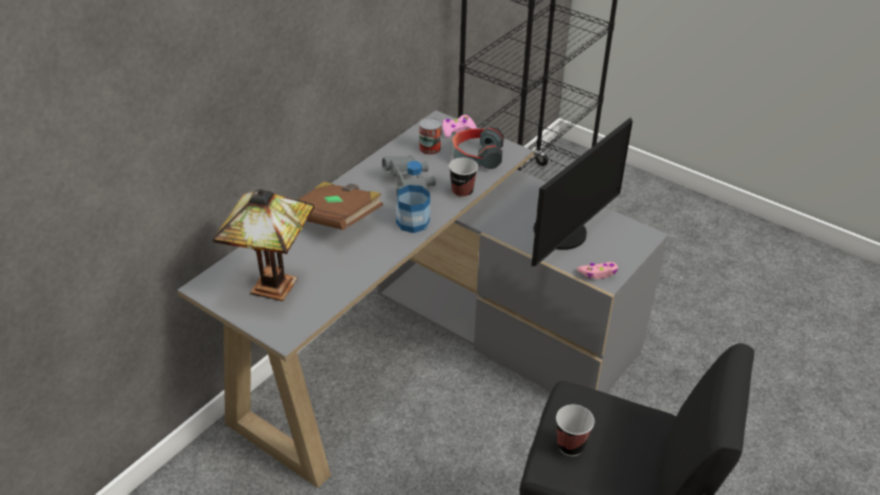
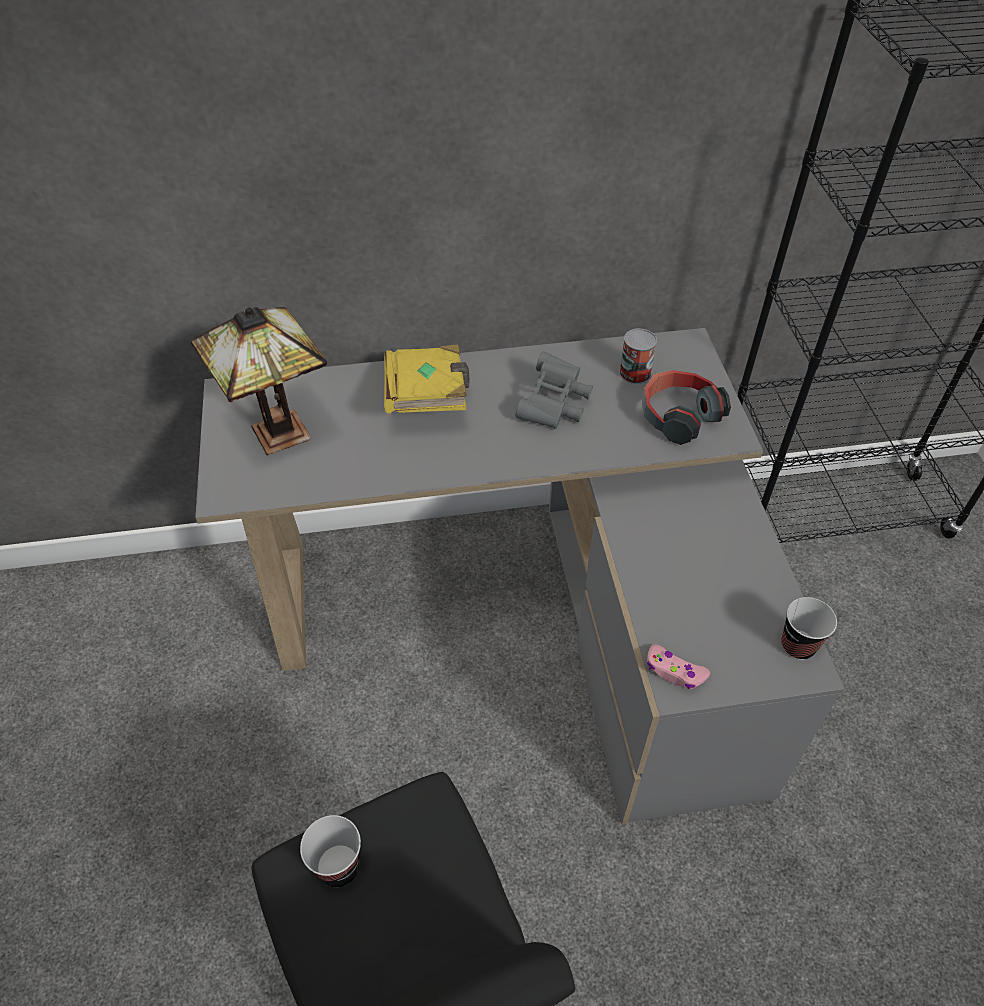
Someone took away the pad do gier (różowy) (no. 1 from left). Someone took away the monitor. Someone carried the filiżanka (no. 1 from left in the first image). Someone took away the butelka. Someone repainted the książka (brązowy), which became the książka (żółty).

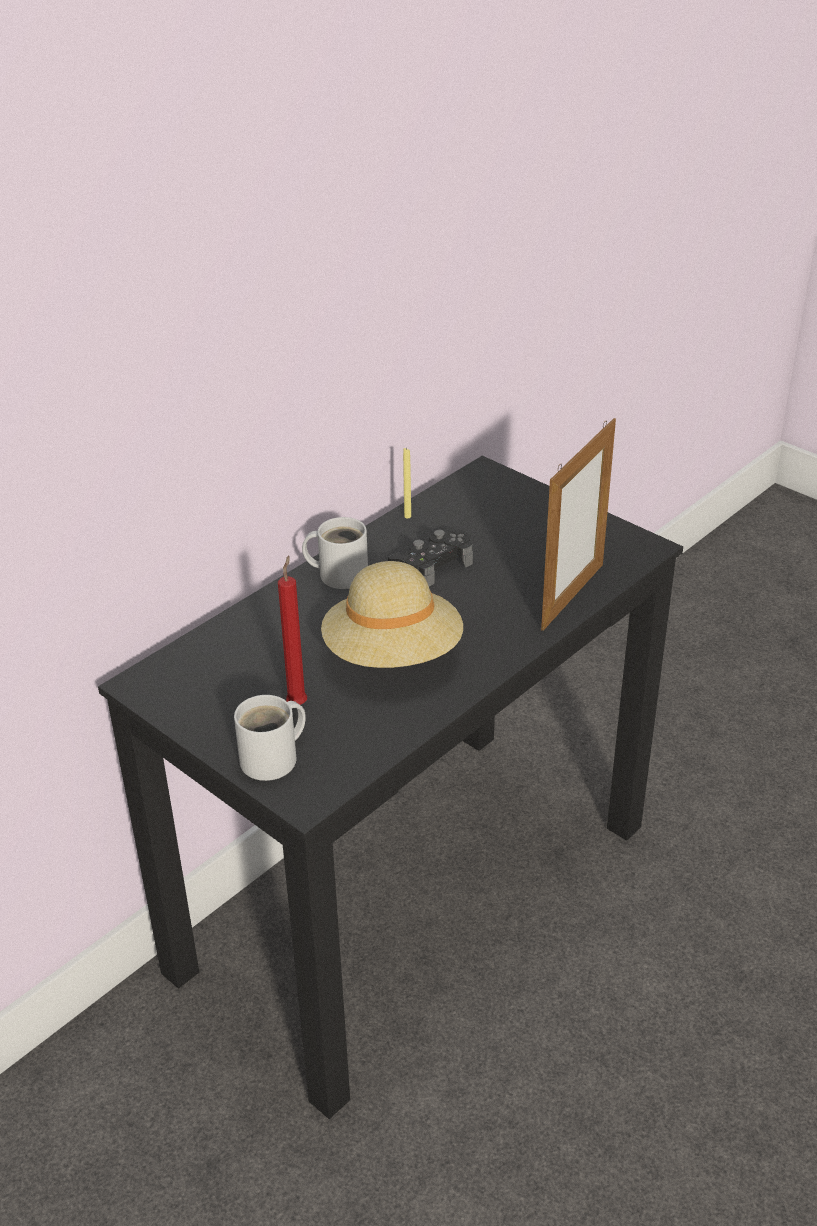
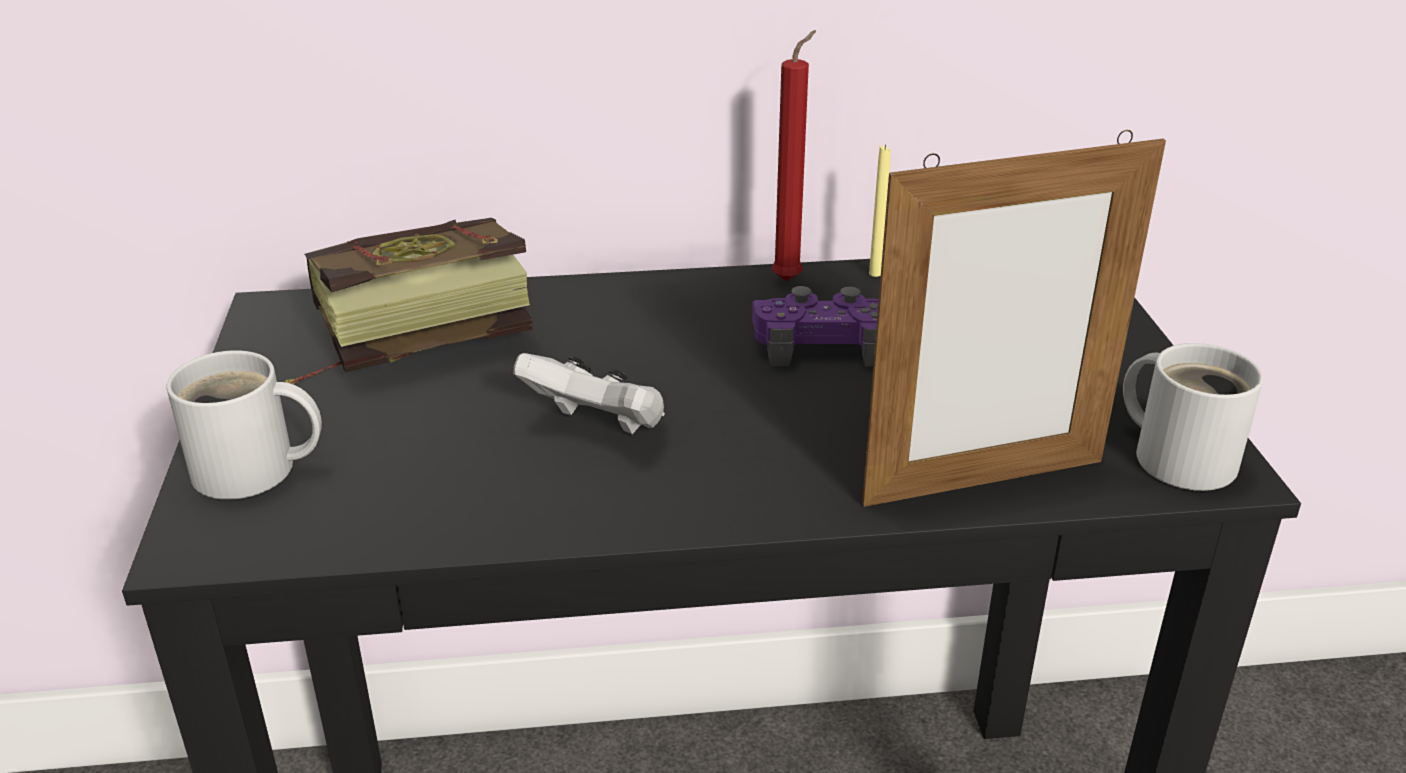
Someone carried the kubek (biały) (no. 2 from left). Someone repainted the pad do gier (czarny), which became the pad do gier (fioletowy). Someone carried the świeca (czerwony). Someone swapped the kapelusz (beżowy) for the pad do gier (biały). Someone put down the książka.

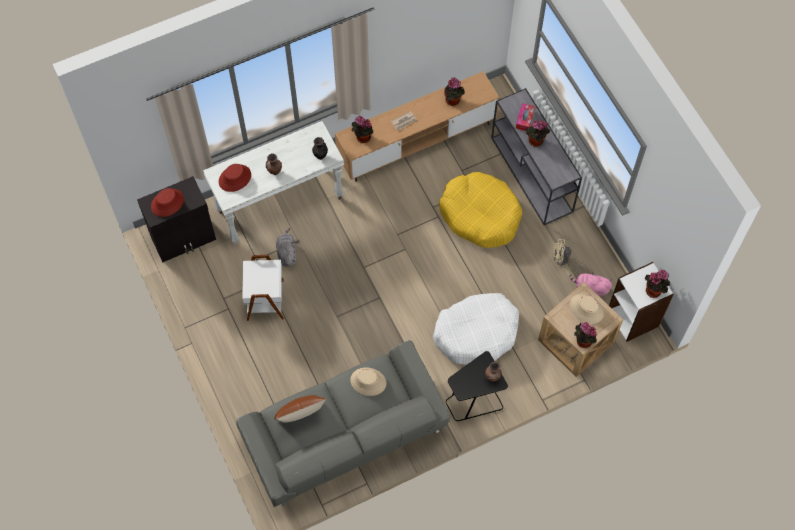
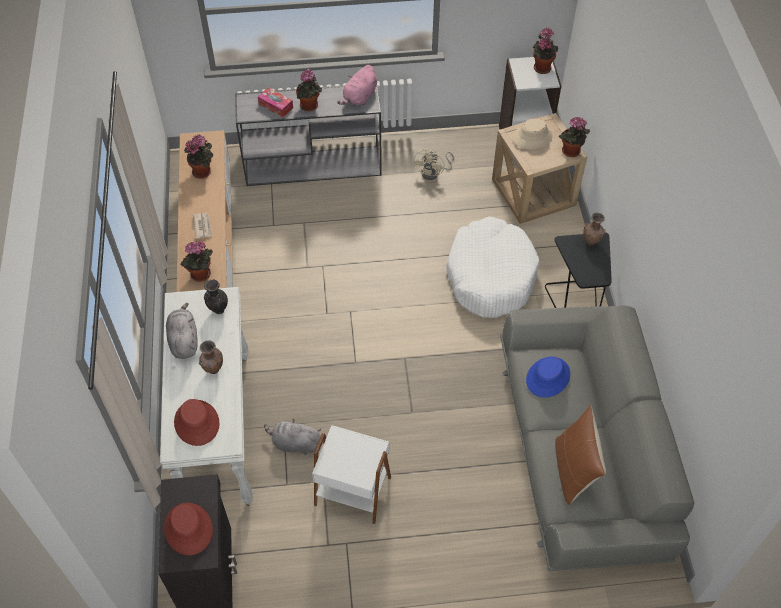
Someone took away the legowisko (żółty). Someone carried the pluszak (różowy). Someone repainted the kapelusz (beżowy) (no. 1 from left), which became the kapelusz (niebieski). Someone put down the pluszak (szary) (no. 1 from left).

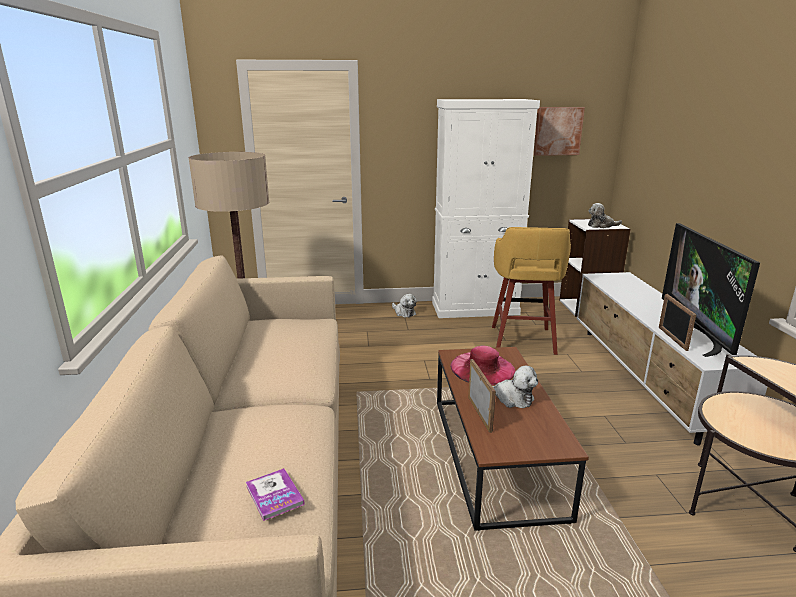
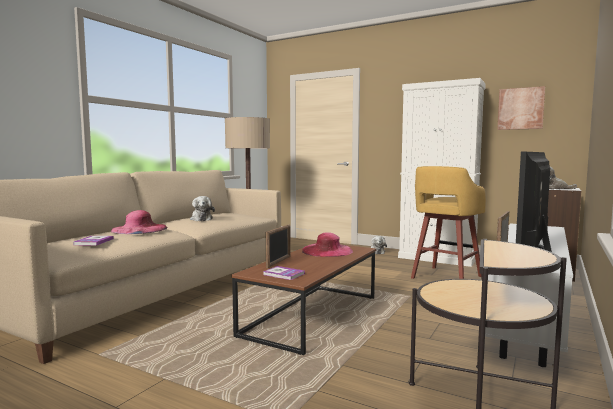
Someone carried the pluszak (no. 2 from left in the first image). Someone put down the kapelusz (różowy) (no. 1 from left). Someone put down the książka (no. 2 from left).

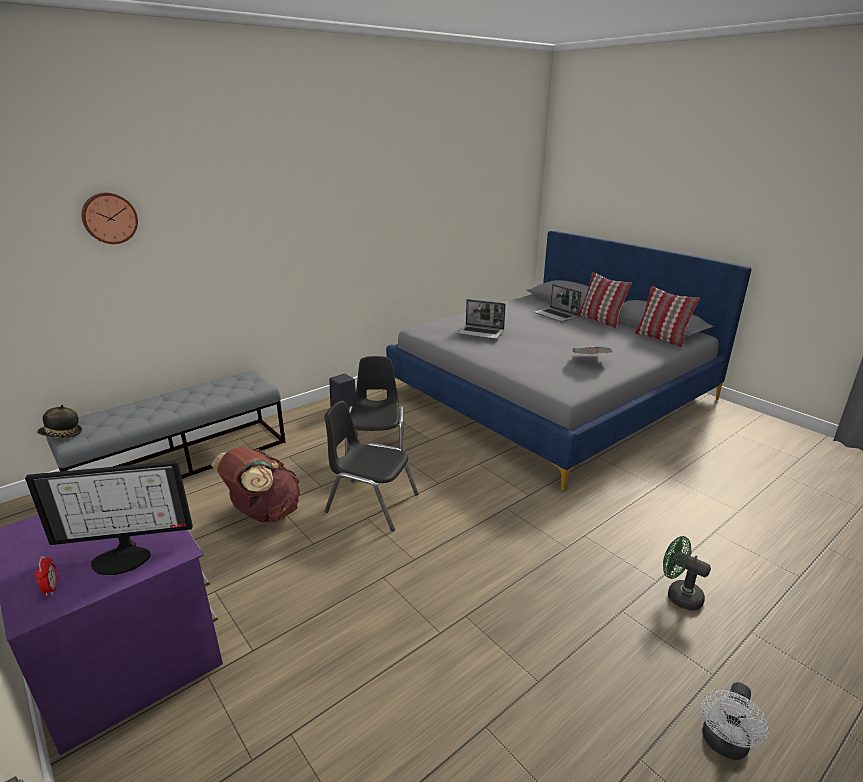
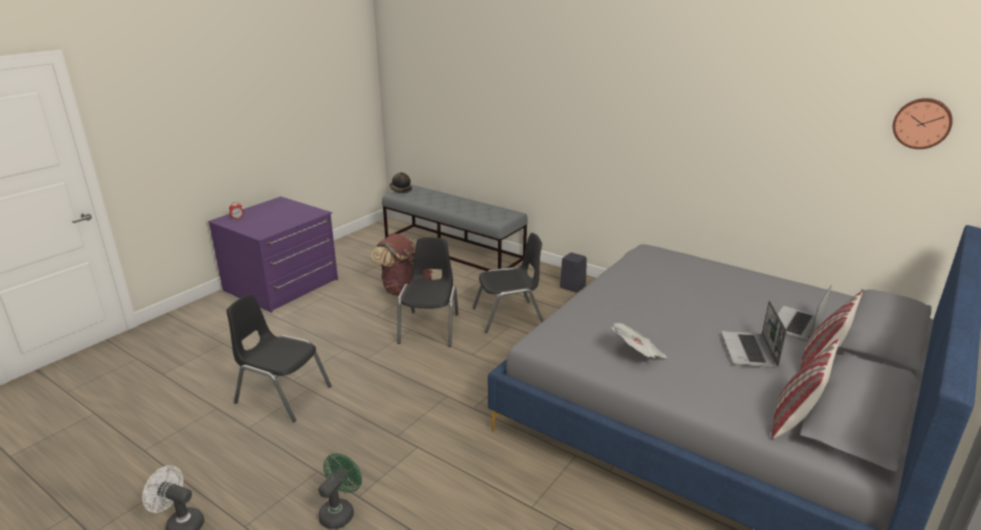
Someone carried the zegar ścienny. Someone carried the laptop (no. 1 from left). Someone took away the monitor. Someone put down the krzesło (czarny) (no. 1 from left).

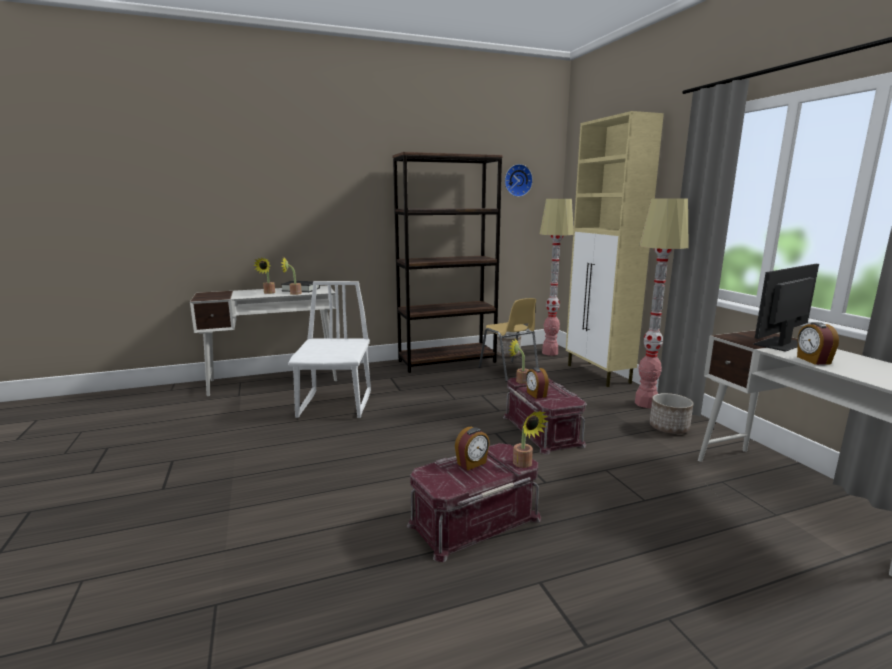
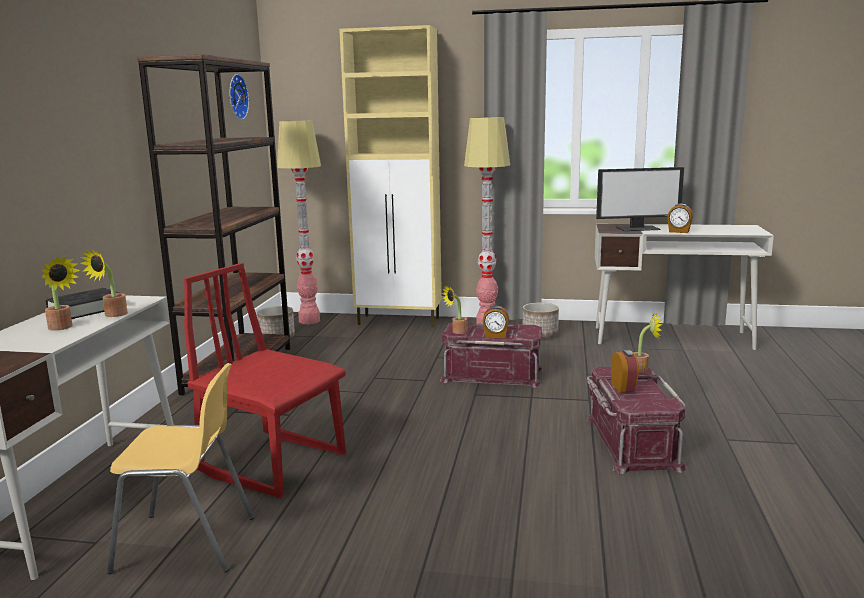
Someone rotated the monitor by 90 degrees counterclockwise. Someone repainted the krzesło (biały), which became the krzesło (czerwony). Someone carried the krzesło (żółty).

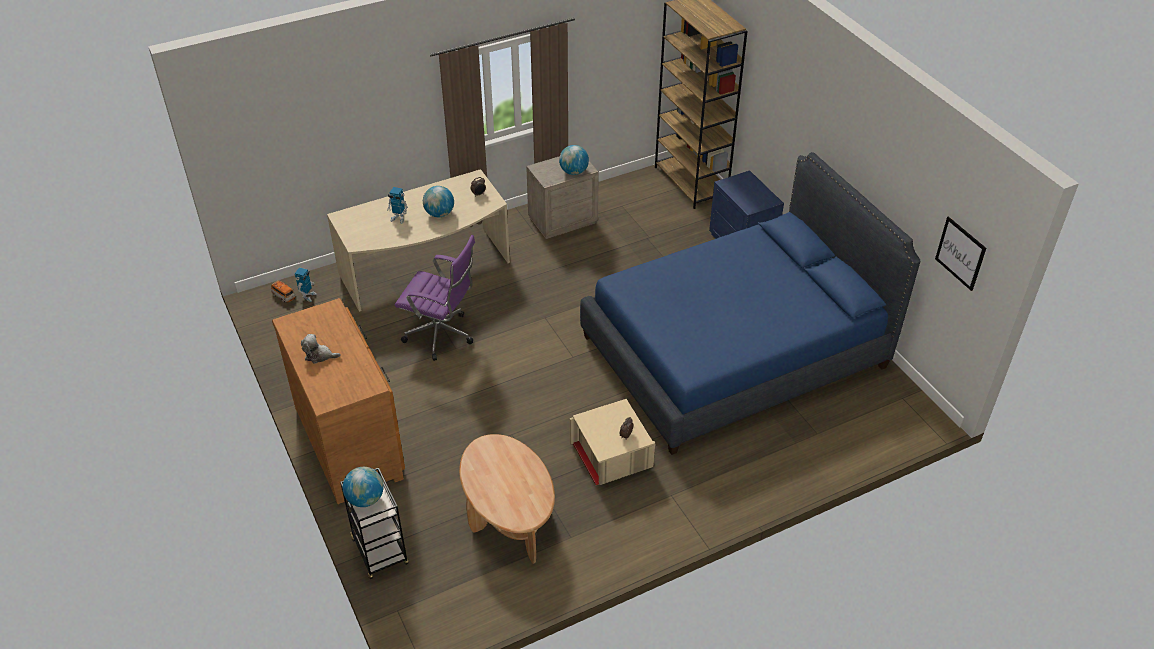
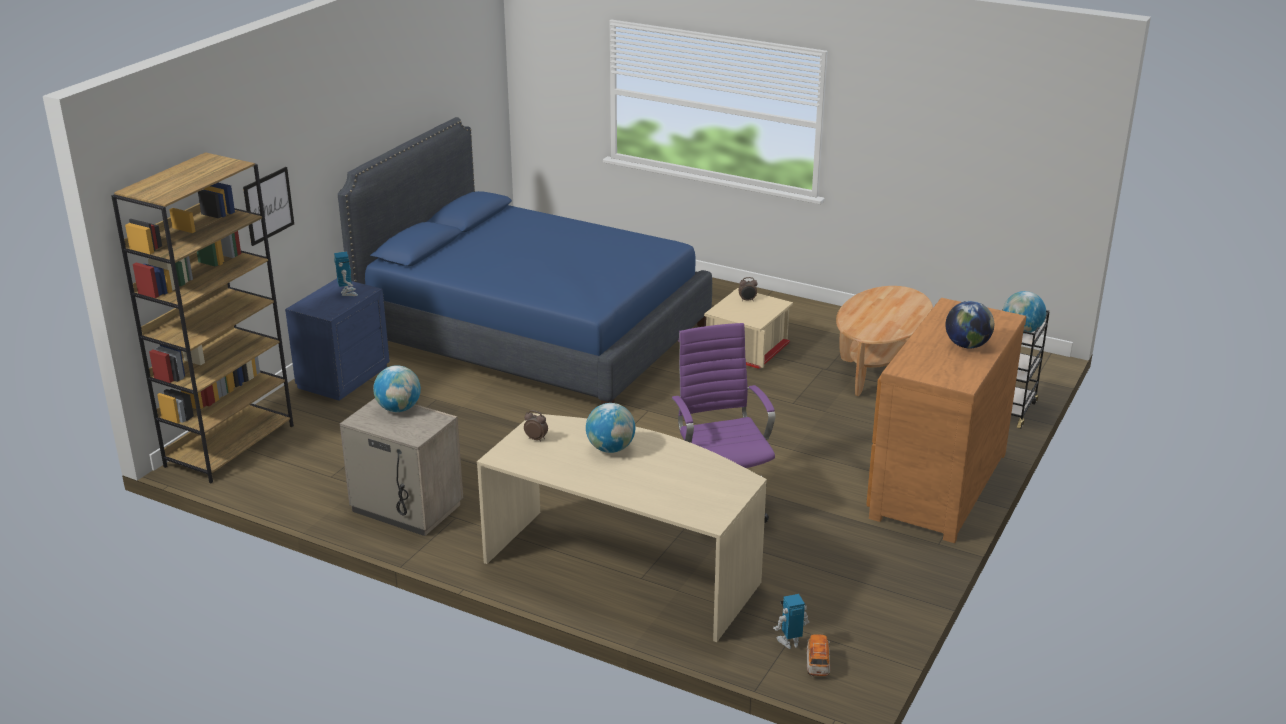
Someone carried the robot zabawkowy (no. 2 from left in the first image). Someone carried the obraz. Someone swapped the pluszak for the globus (no. 3 from left).

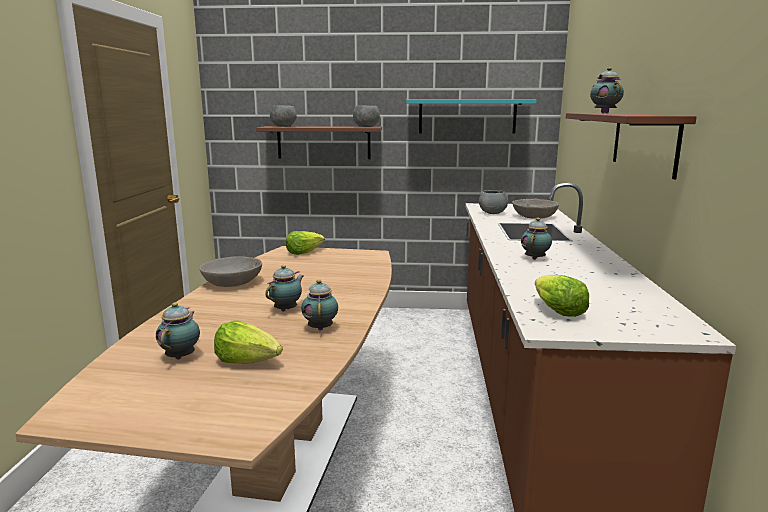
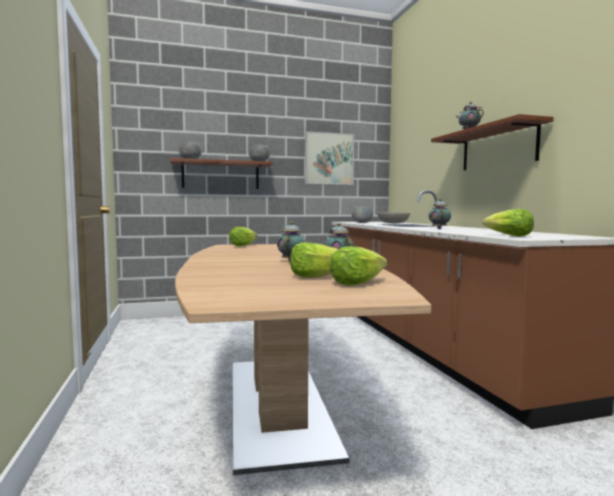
Someone swapped the półka (turkusowy) for the obraz. Someone took away the miska (szary) (no. 1 from left). Someone took away the imbryk (no. 1 from left). Someone put down the sałata (no. 3 from left).

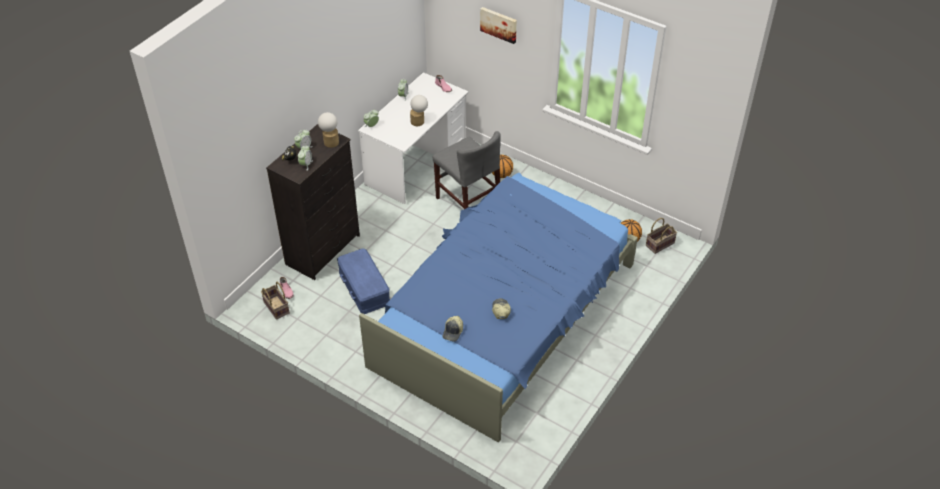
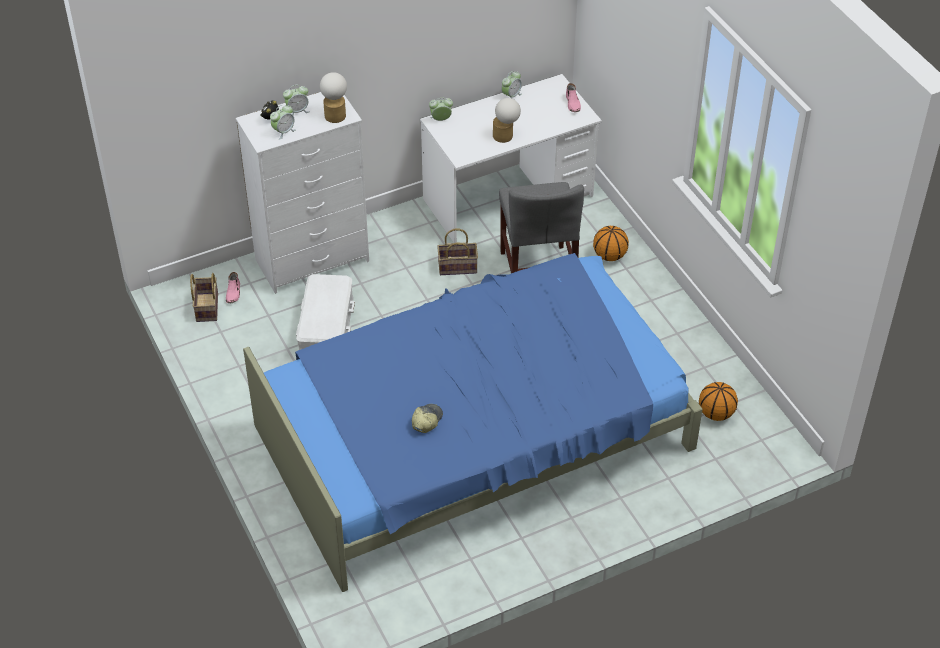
Someone took away the obraz. Someone repainted the komoda (czarny), which became the komoda (biały). Someone carried the koszyk (no. 2 from left). Someone repainted the pojemnik do przechowywania (niebieski), which became the pojemnik do przechowywania (biały). Someone took away the czapka z daszkiem (no. 1 from left).

